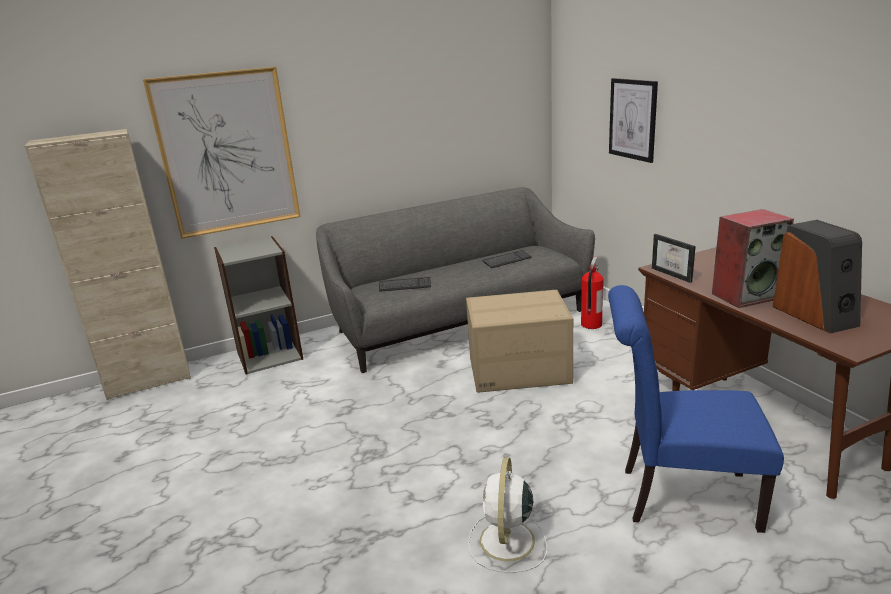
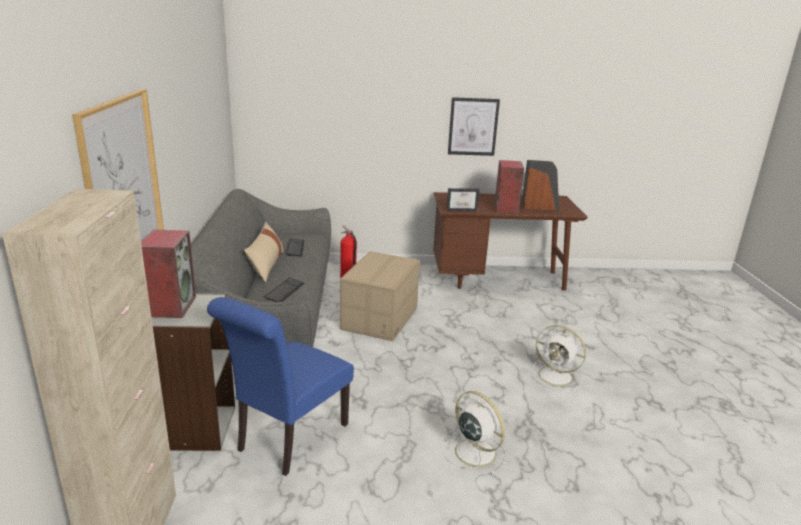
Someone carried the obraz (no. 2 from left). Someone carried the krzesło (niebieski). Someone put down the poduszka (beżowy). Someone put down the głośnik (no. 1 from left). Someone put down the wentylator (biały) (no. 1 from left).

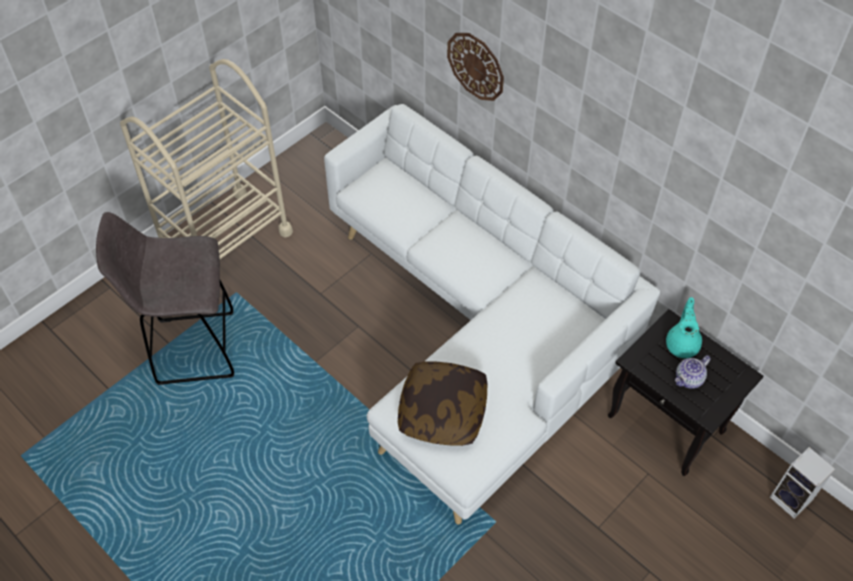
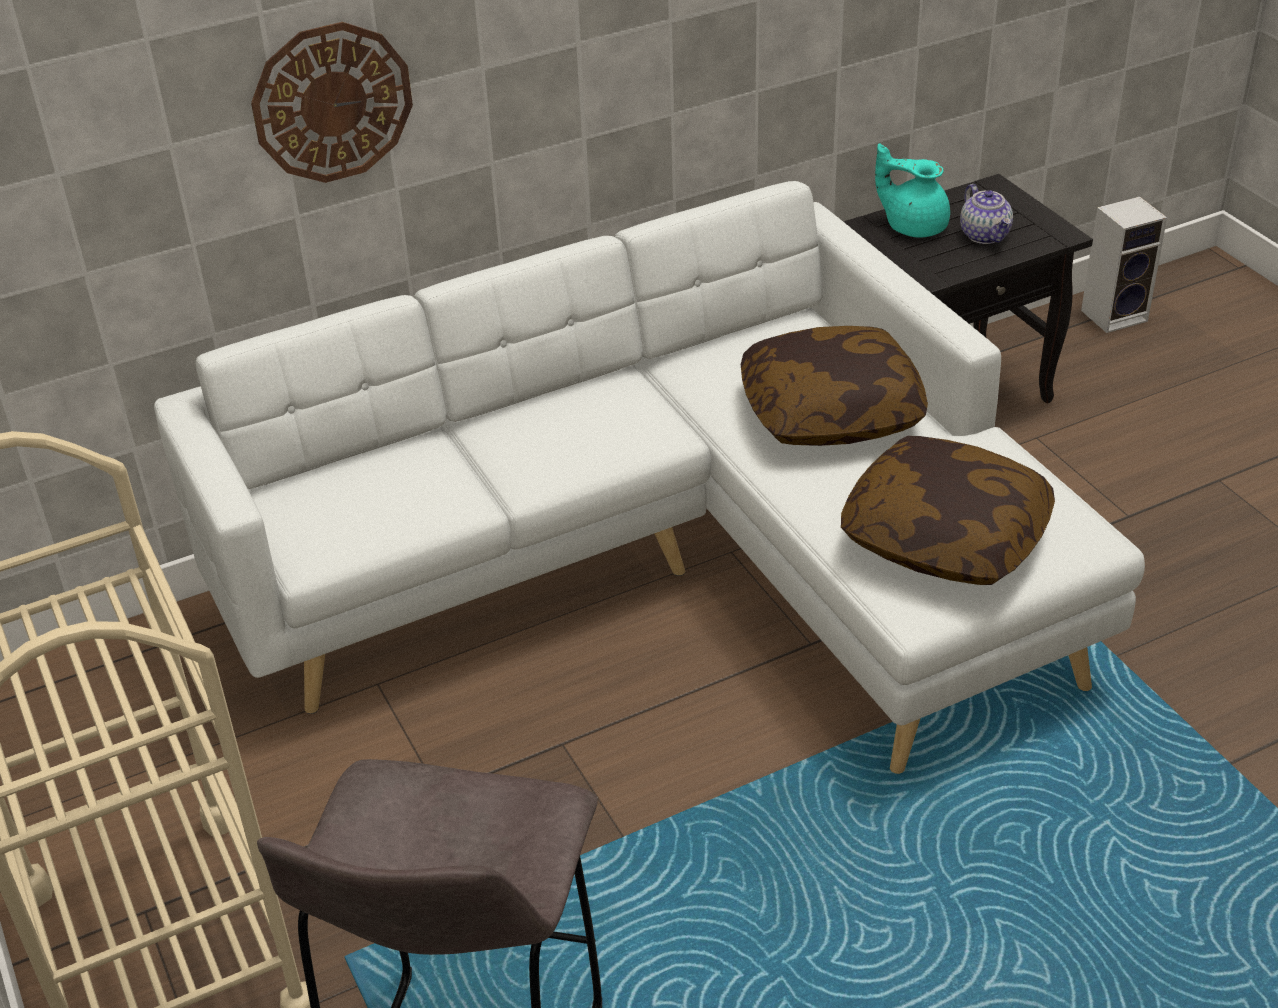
Someone put down the poduszka (no. 1 from left).

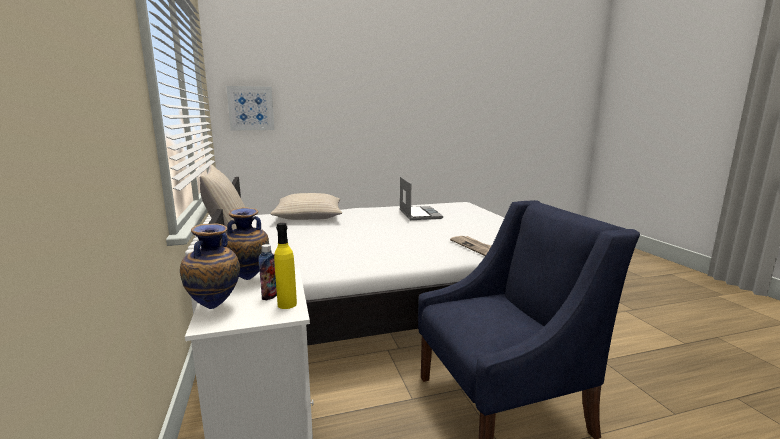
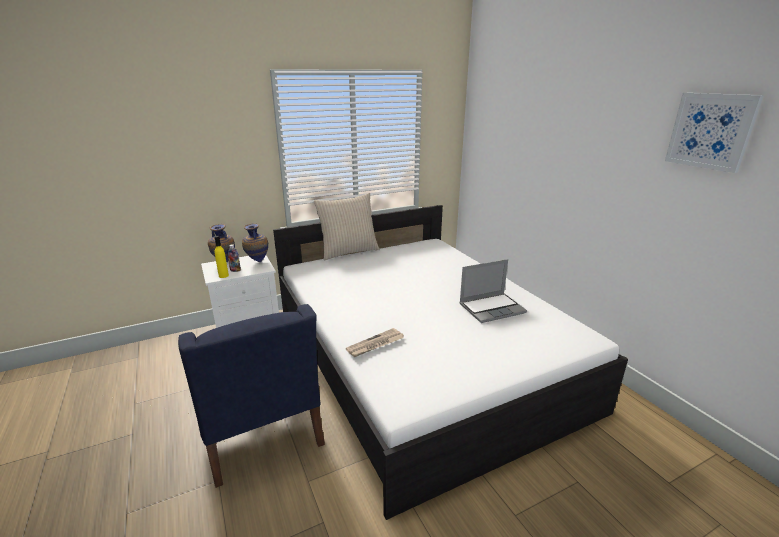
Someone carried the obraz. Someone took away the poduszka (beżowy) (no. 2 from left).

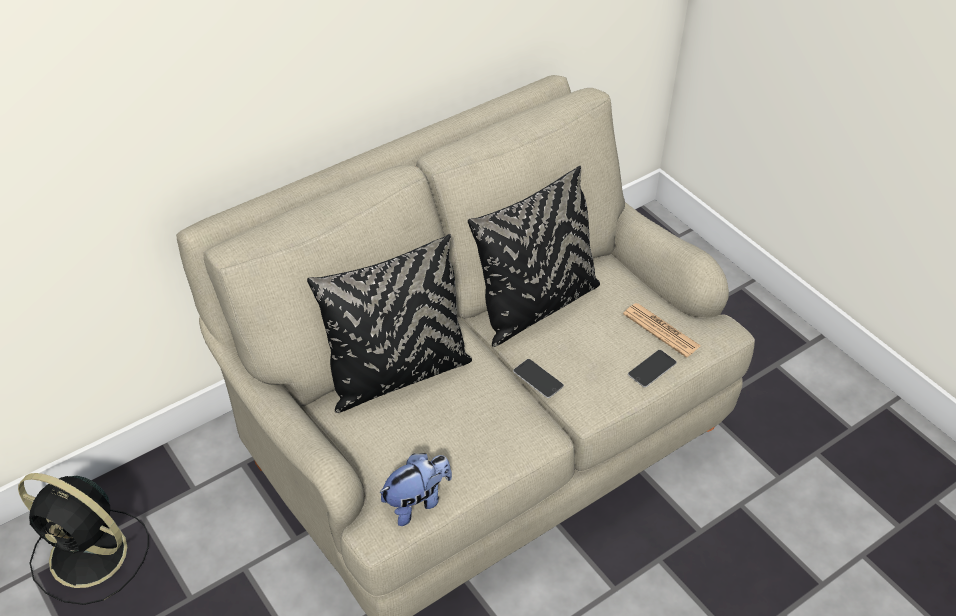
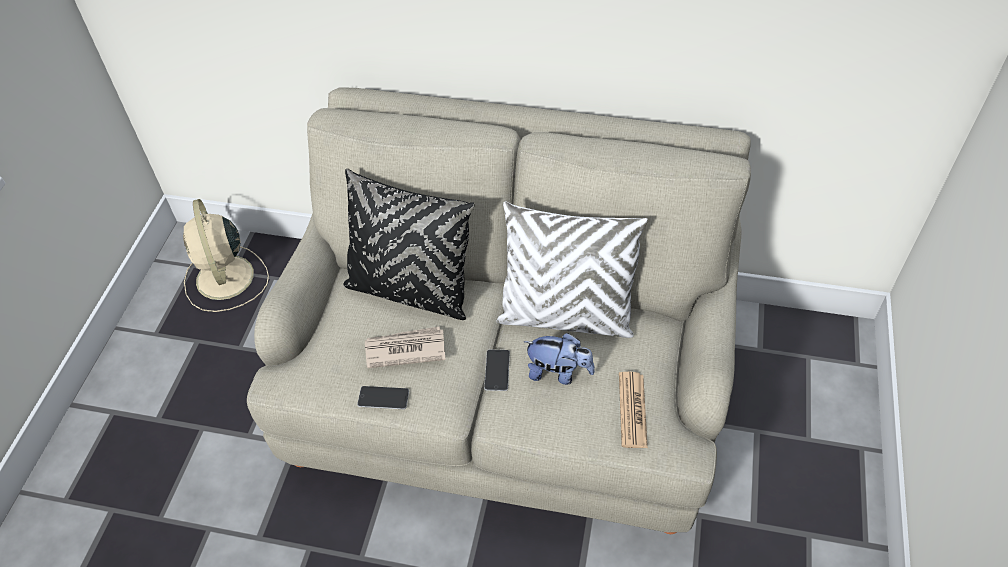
Someone repainted the poduszka (czarny) (no. 2 from left), which became the poduszka (biały). Someone carried the telefon (no. 2 from left in the first image). Someone carried the pluszak. Someone repainted the wentylator (czarny), which became the wentylator (beżowy). Someone put down the gazeta (no. 1 from left).

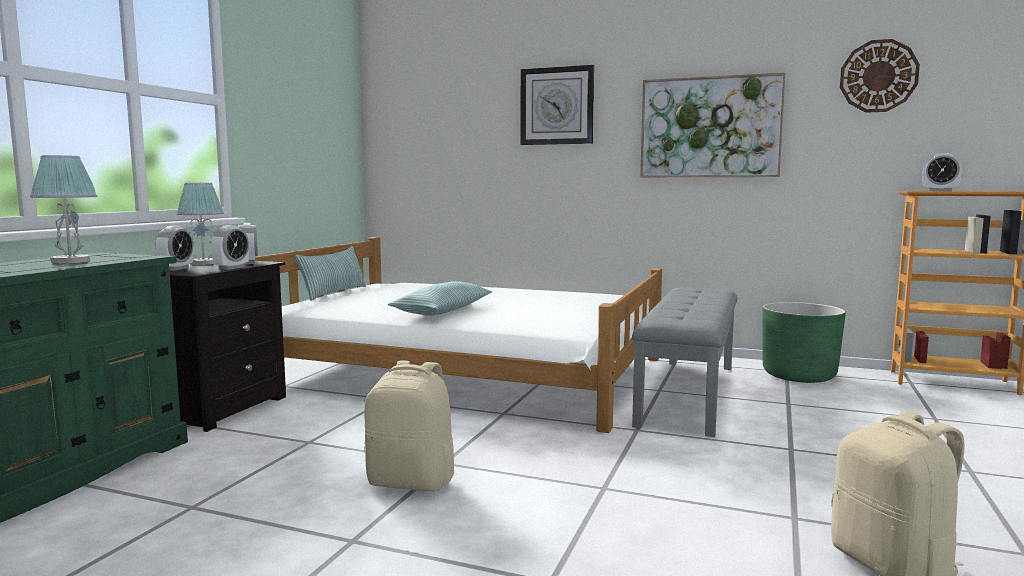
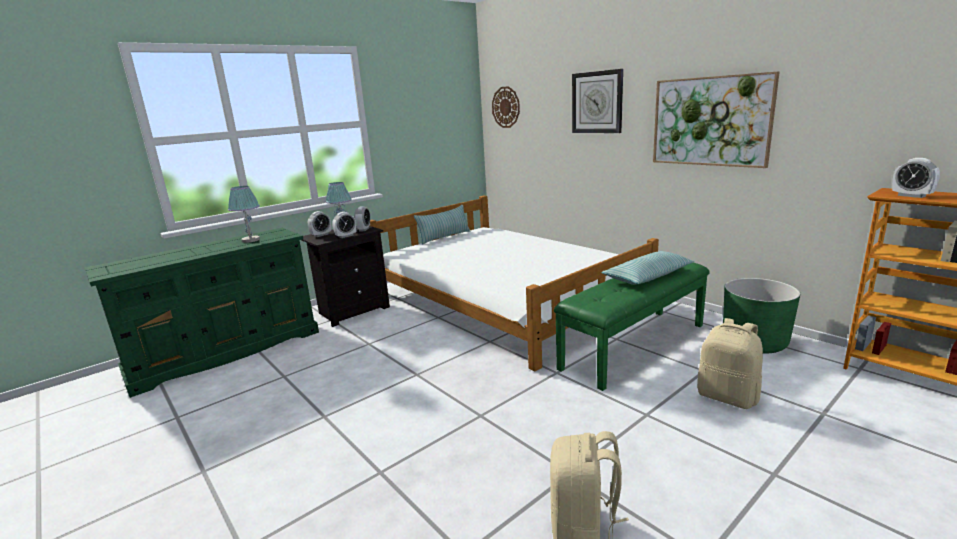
Someone carried the zegar ścienny (no. 2 from left in the first image). Someone carried the poduszka (no. 2 from left). Someone repainted the ławka (szary), which became the ławka (zielony). Someone carried the plecak (beżowy) (no. 1 from left in the first image).

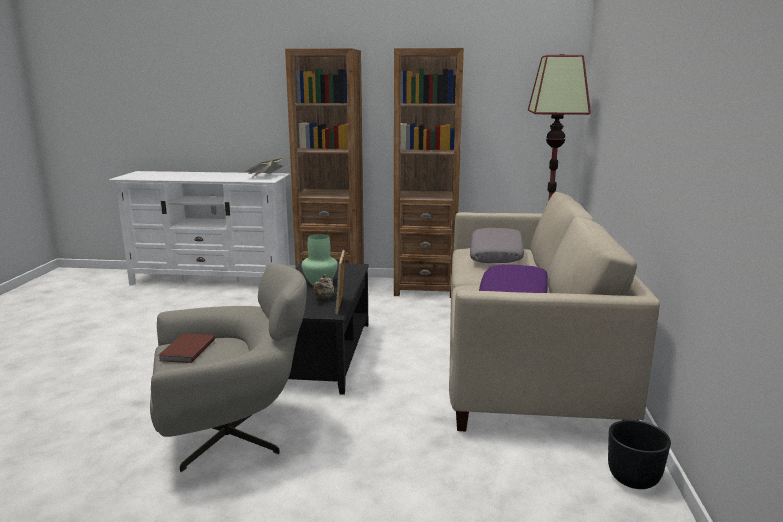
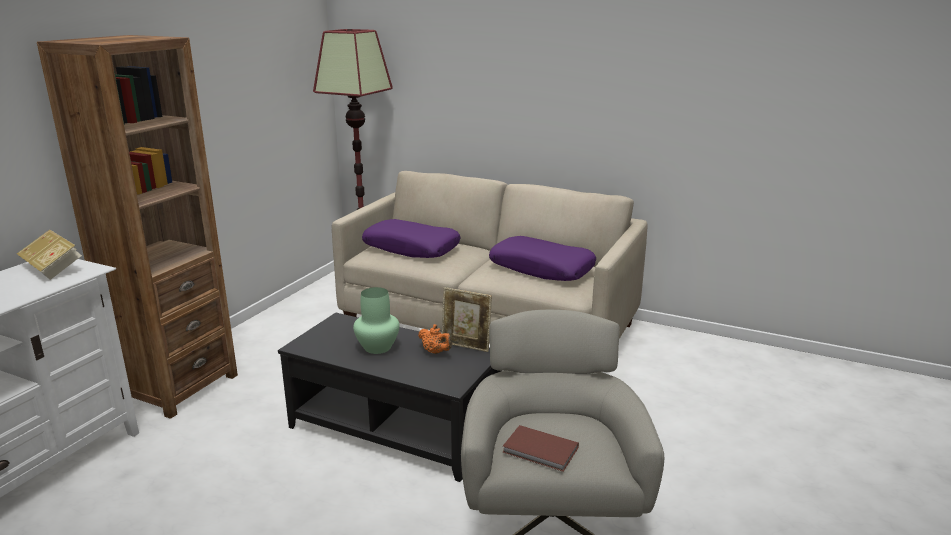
Someone took away the regał (brązowy) (no. 2 from left). Someone repainted the poduszka (szary), which became the poduszka (fioletowy) (no. 1 from left). Someone repainted the imbryk (beżowy), which became the imbryk (pomarańczowy). Someone took away the donica (czarny).

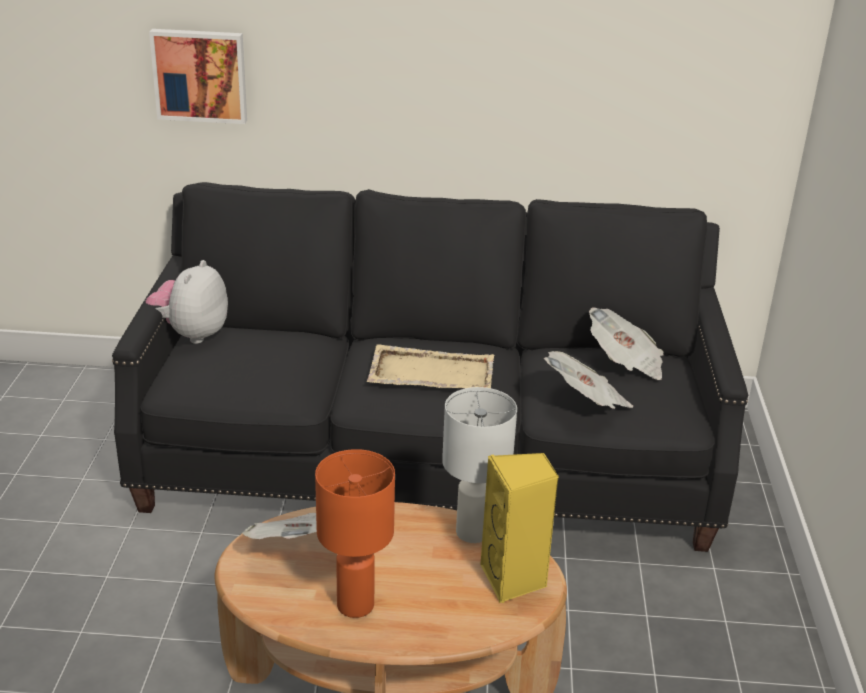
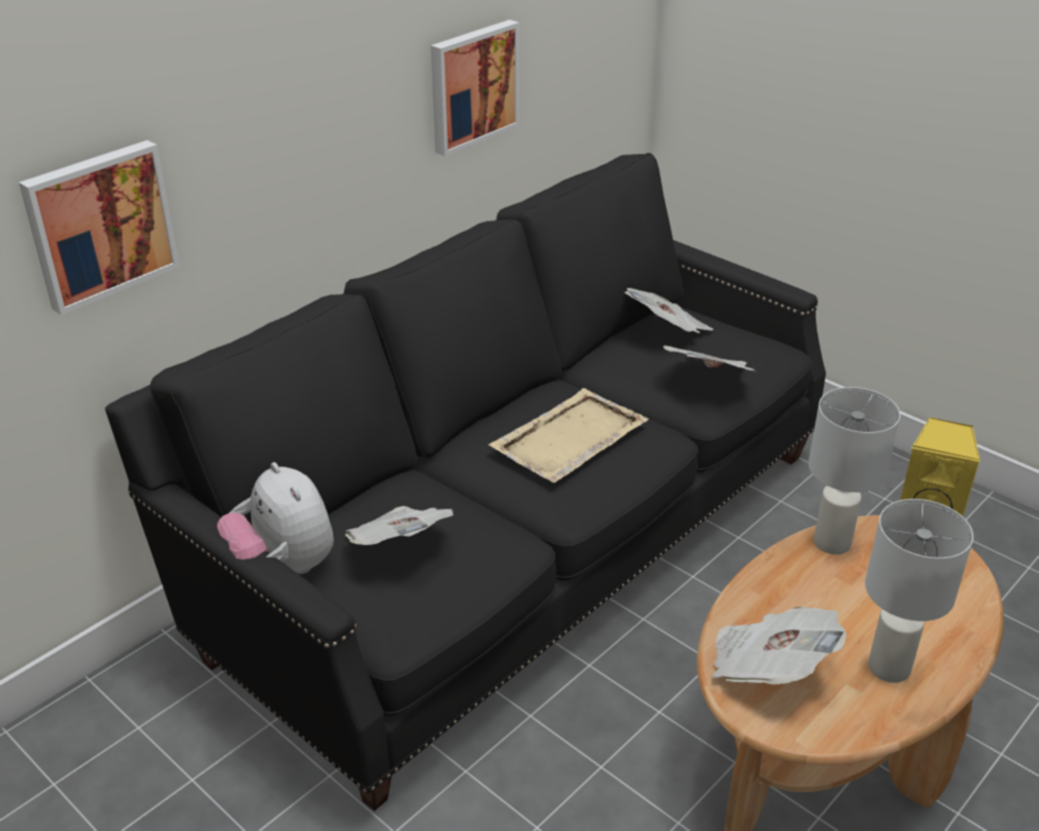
Someone repainted the lampa stołowa (pomarańczowy), which became the lampa stołowa (biały) (no. 2 from left). Someone put up the obraz (no. 2 from left). Someone put down the gazeta (no. 1 from left).

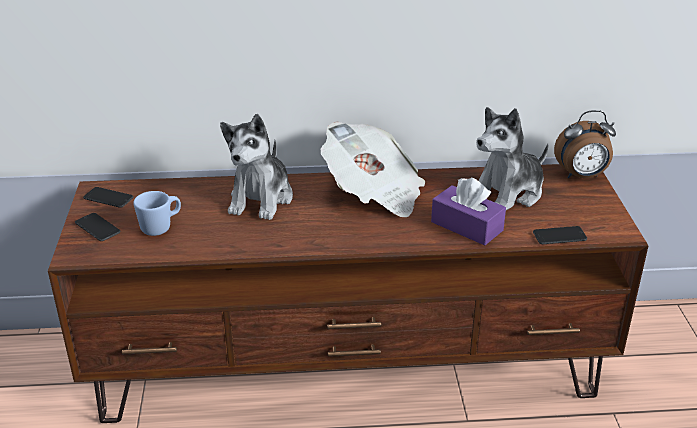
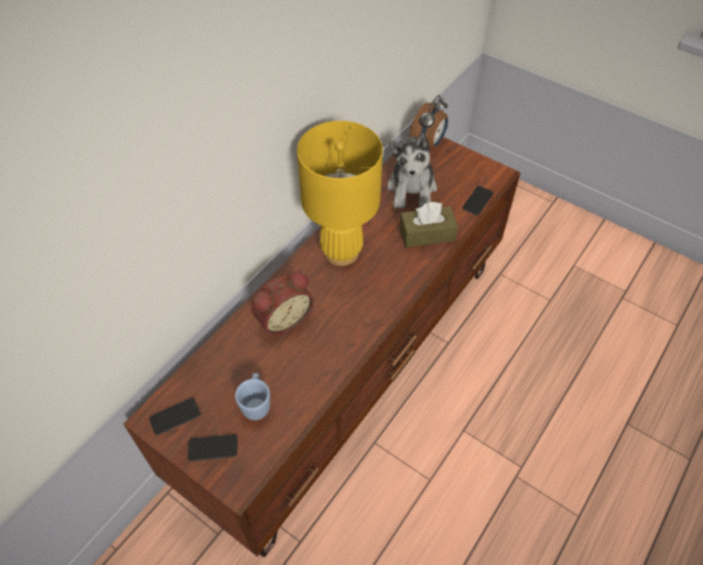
Someone swapped the pluszak (no. 1 from left) for the budzik (no. 1 from left). Someone swapped the gazeta for the lampa stołowa (żółty). Someone repainted the pudełko chusteczek (fioletowy), which became the pudełko chusteczek (brązowy).

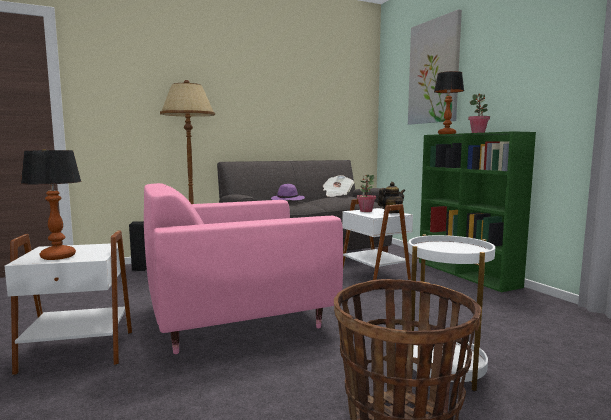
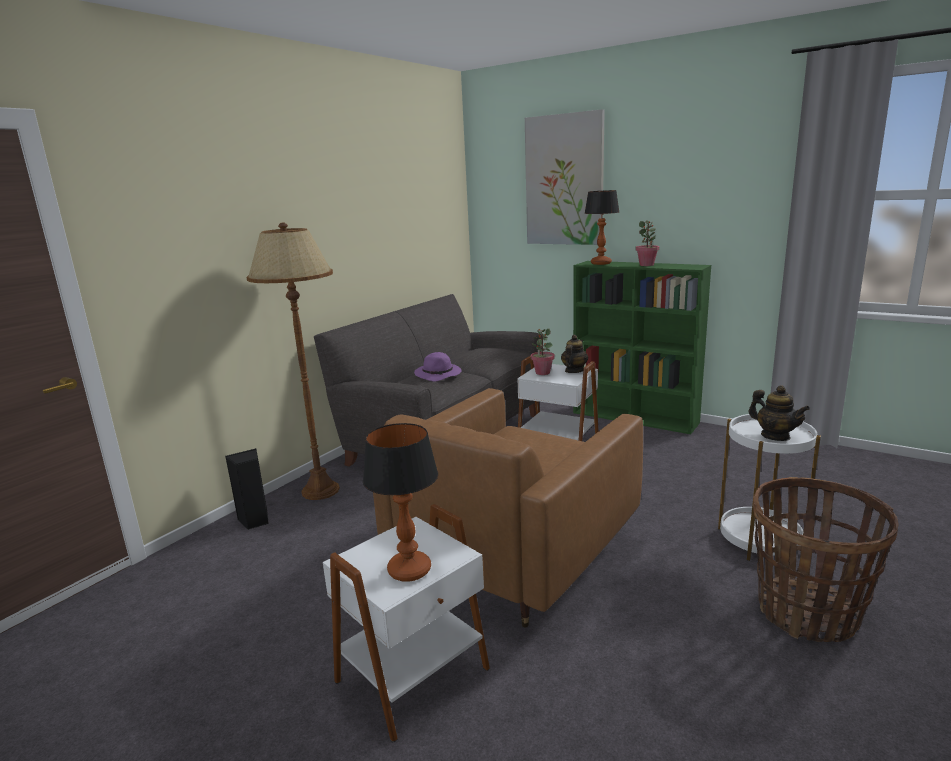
Someone took away the gazeta. Someone repainted the fotel (różowy), which became the fotel (brązowy). Someone put down the imbryk (no. 2 from left).

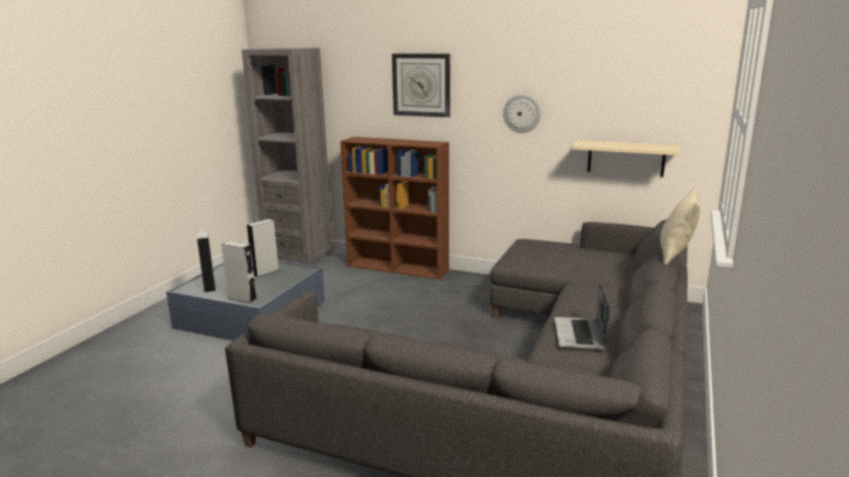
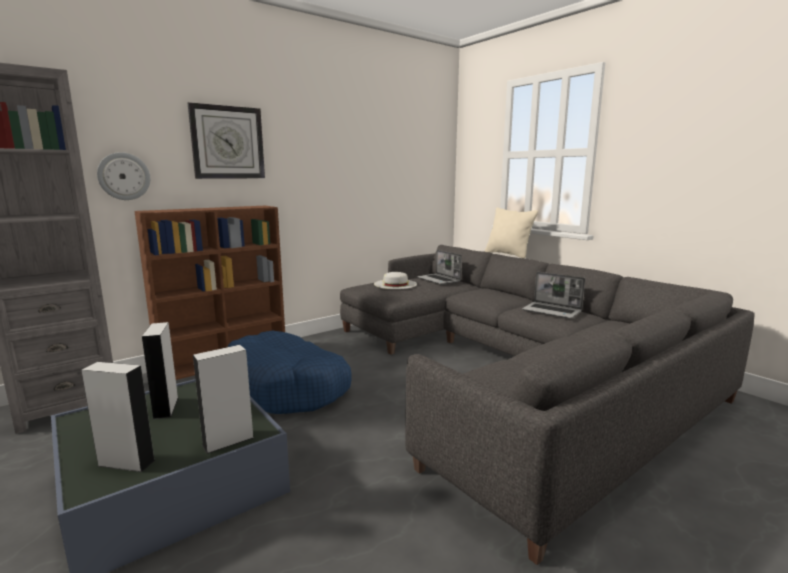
Someone carried the zegar ścienny (no. 2 from left in the first image). Someone took away the półka (beżowy). Someone put down the laptop (no. 1 from left). Someone put down the kapelusz (biały). Someone put down the legowisko (niebieski).

